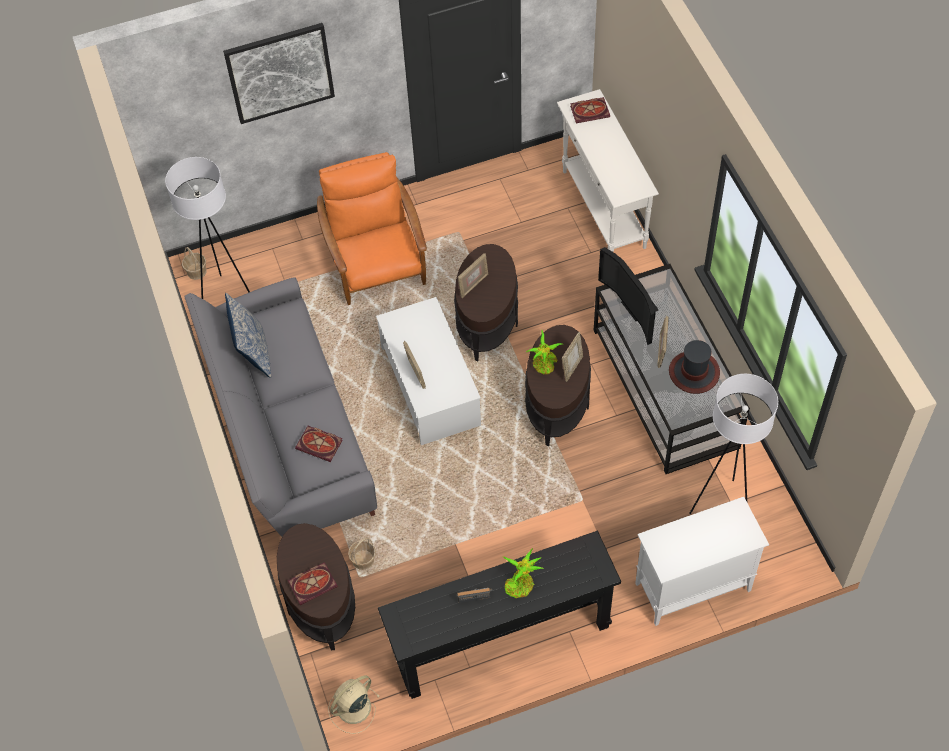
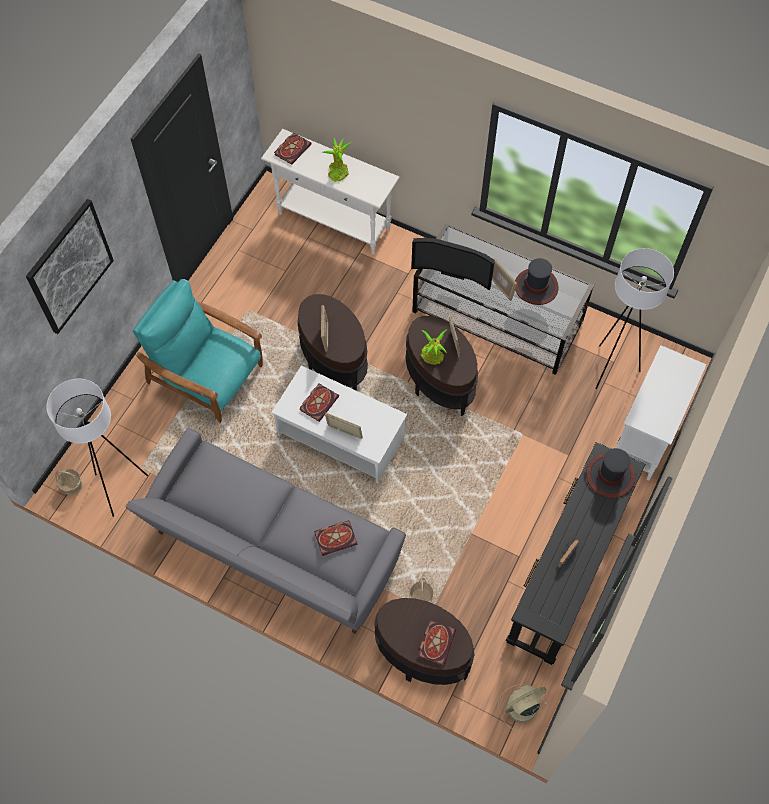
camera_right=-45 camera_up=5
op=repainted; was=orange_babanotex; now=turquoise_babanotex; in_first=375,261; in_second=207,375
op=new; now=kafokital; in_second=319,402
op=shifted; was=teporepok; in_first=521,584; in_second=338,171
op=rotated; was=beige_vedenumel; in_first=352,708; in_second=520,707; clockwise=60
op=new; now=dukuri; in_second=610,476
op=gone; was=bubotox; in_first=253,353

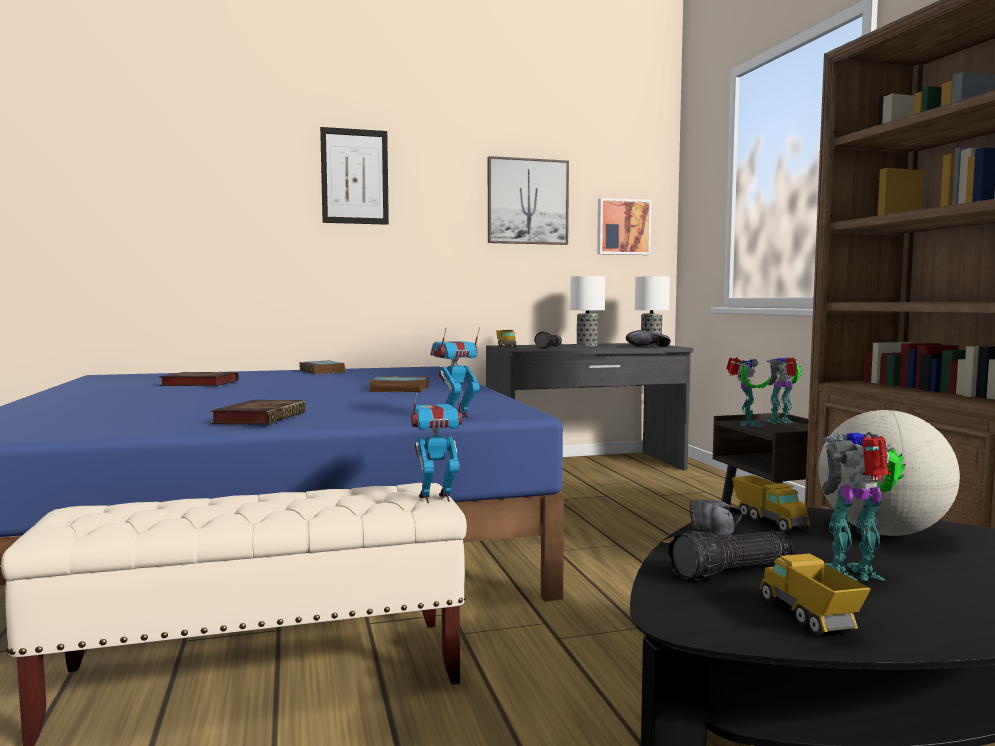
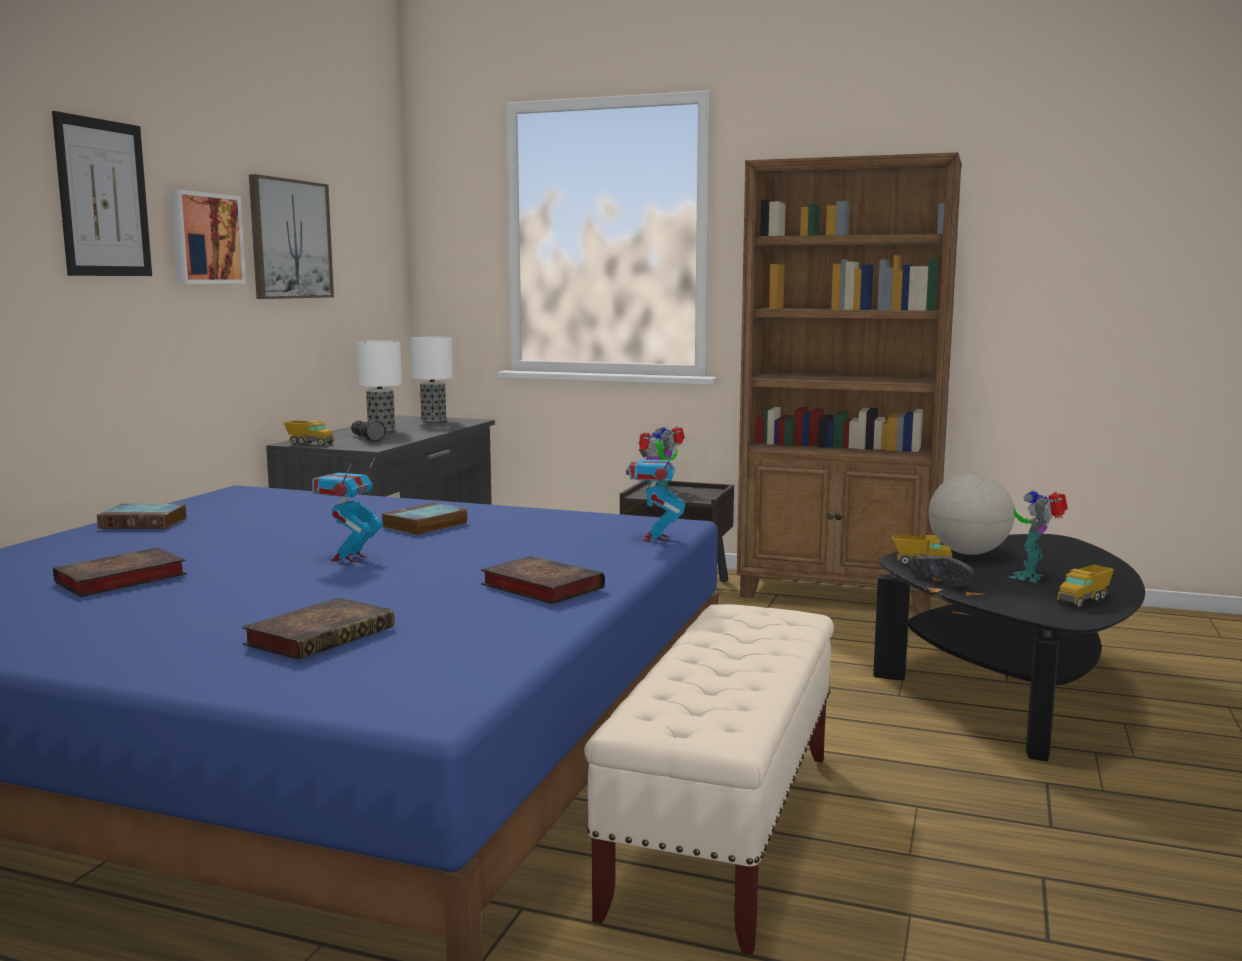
camera_right=-55 camera_up=5
op=shifted; was=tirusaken; in_first=622,227; in_second=204,238
op=new; now=kafokital; in_second=322,635
op=shifted; was=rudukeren; in_first=435,498; in_second=349,558
op=rotated; was=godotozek; in_first=809,618; in_second=1083,600; clockwise=-60
op=gone; was=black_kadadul; in_first=649,347
op=gone; was=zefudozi; in_first=733,572

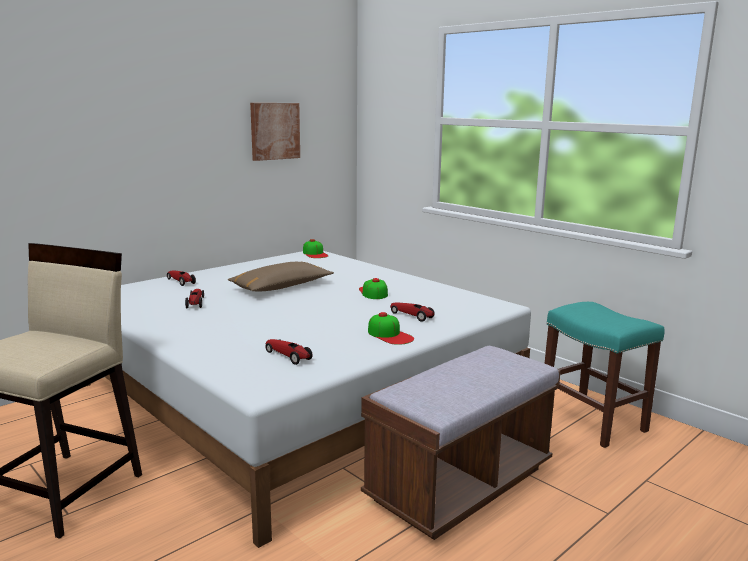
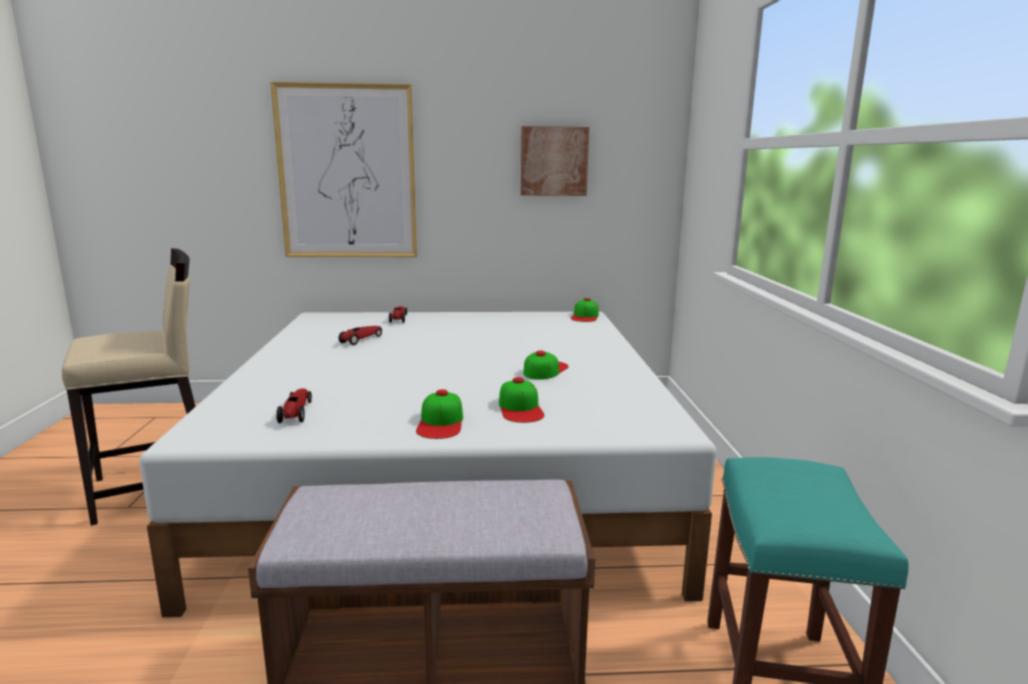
camera_right=40 camera_up=0
op=new; now=tirusaken; in_second=347,172
op=swapped; was=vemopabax; now=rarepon; in_first=412,316; in_second=520,408
op=gone; was=brown_bubotox; in_first=281,287

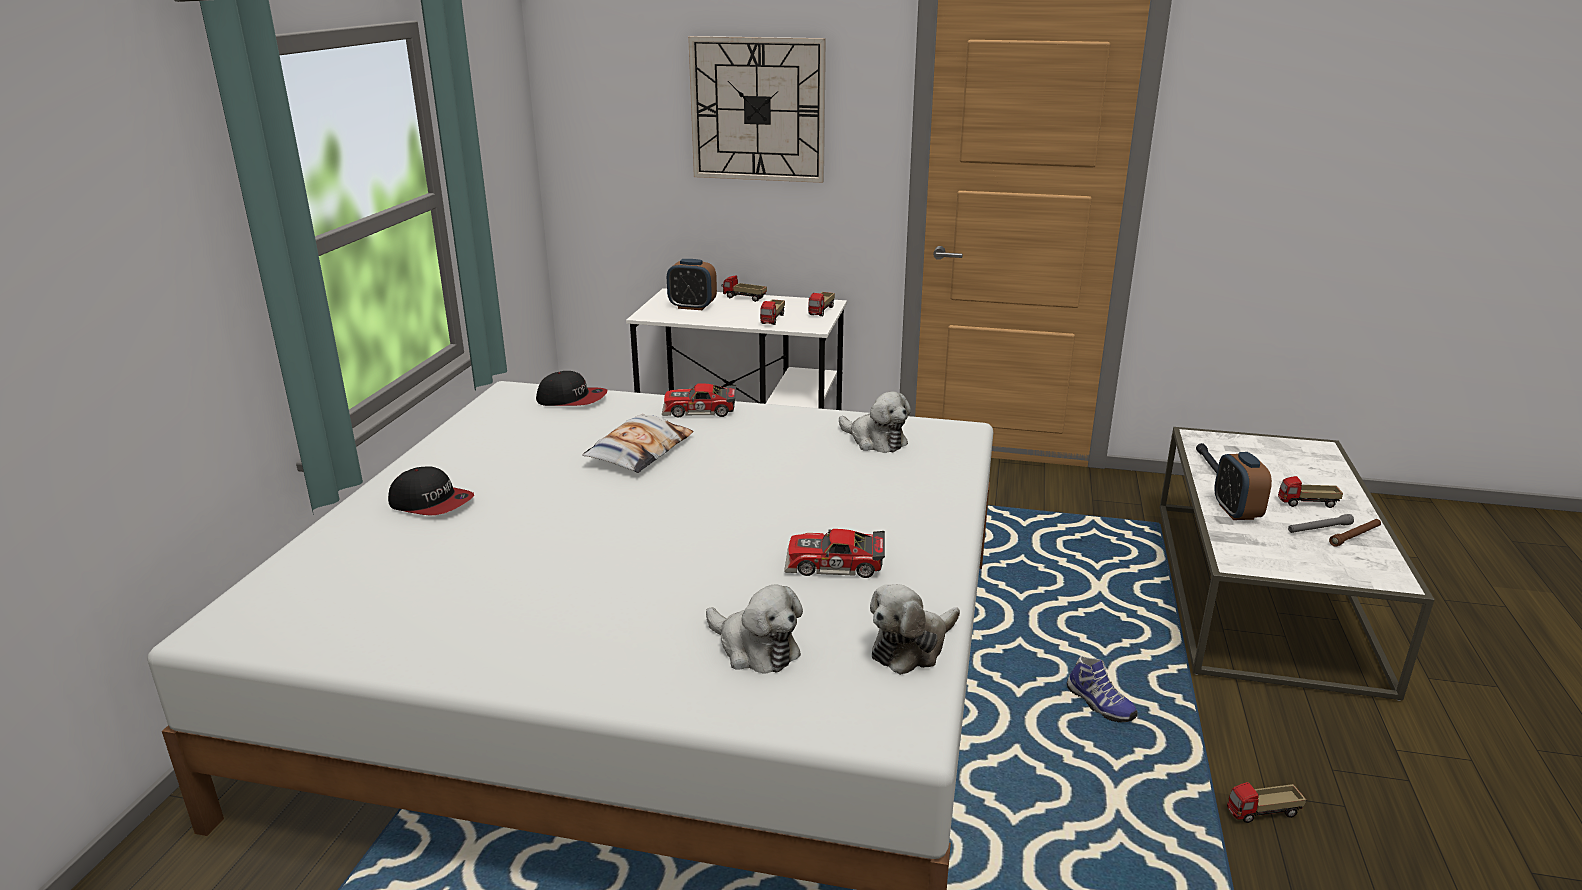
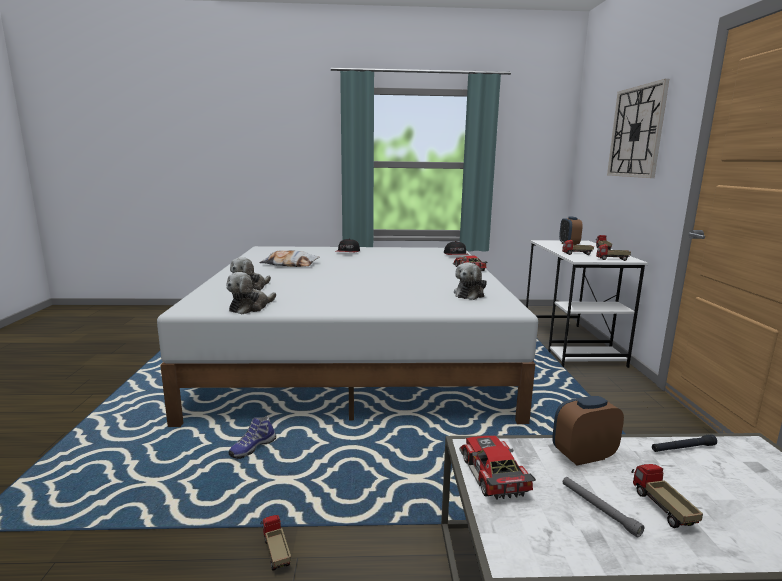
camera_right=75 camera_up=-10
op=rotated; was=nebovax; in_first=911,647; in_second=250,307; clockwise=-90
op=shifted; was=kadadul; in_first=1098,704; in_second=252,447
op=shifted; was=bubotox; in_first=639,451; in_second=290,264
op=shifted; was=vemopabax; in_first=834,565; in_second=490,474
op=gone; was=brown_zefudozi; in_first=1355,536

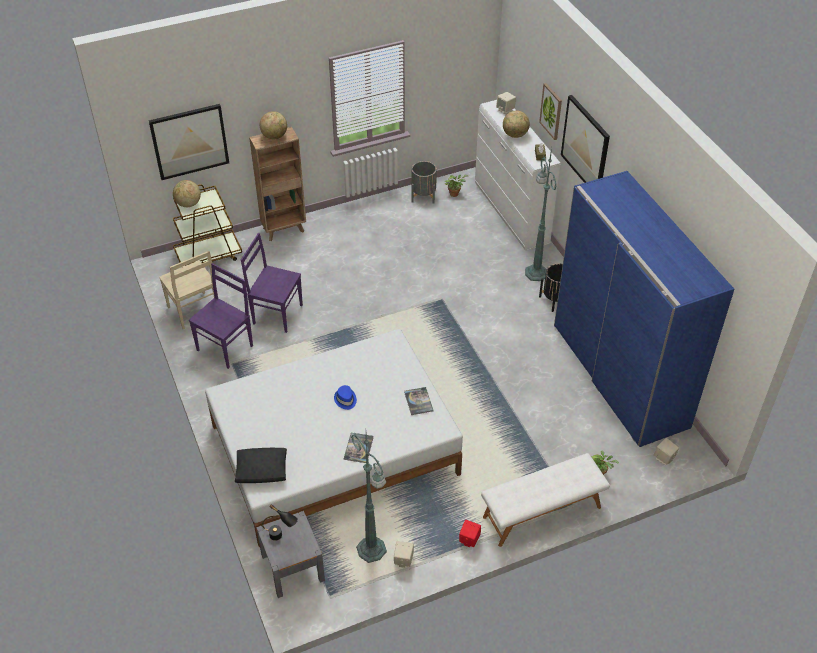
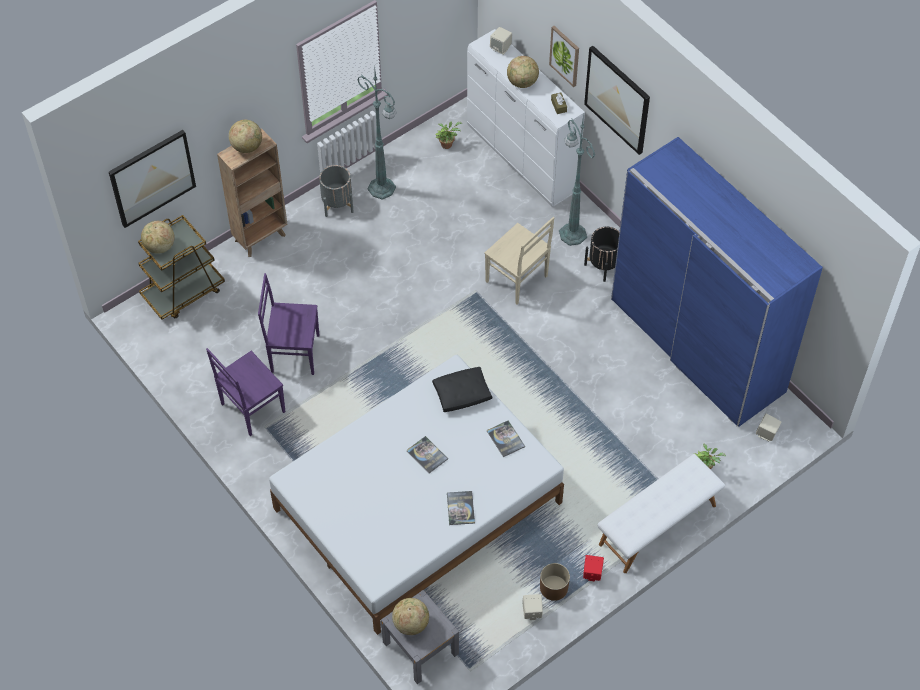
camera_right=-15 camera_up=10
op=rotated; was=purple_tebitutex; in_first=226,347; in_second=251,409; clockwise=-150
op=shifted; was=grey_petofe; in_first=423,195; in_second=337,203
op=shifted; was=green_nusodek; in_first=372,551; in_second=382,189
op=swapped; was=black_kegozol; now=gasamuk; in_first=281,537; in_second=411,623
op=swapped; was=blue_dukuri; now=kafokital; in_first=345,400; in_second=427,455
op=shifted; was=black_bubotox; in_first=261,470; in_second=461,394
op=shifted; was=beige_tebitutex; in_first=194,311; in_second=518,280
op=new; now=brown_petofe; in_second=554,588

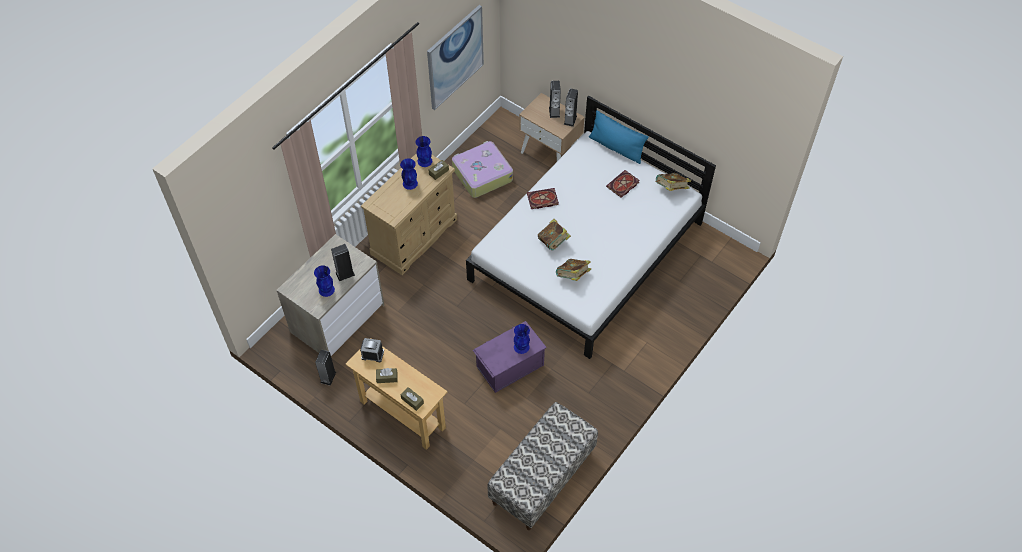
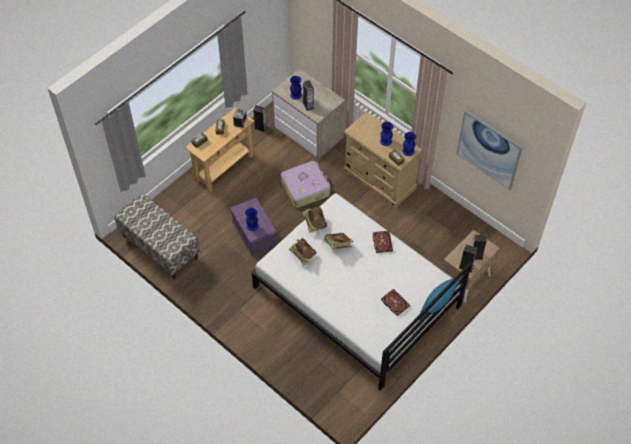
camera_right=95 camera_up=0
op=shifted; was=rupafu; in_first=481,174; in_second=305,188
op=shifted; was=kafokital; in_first=671,189; in_second=314,224

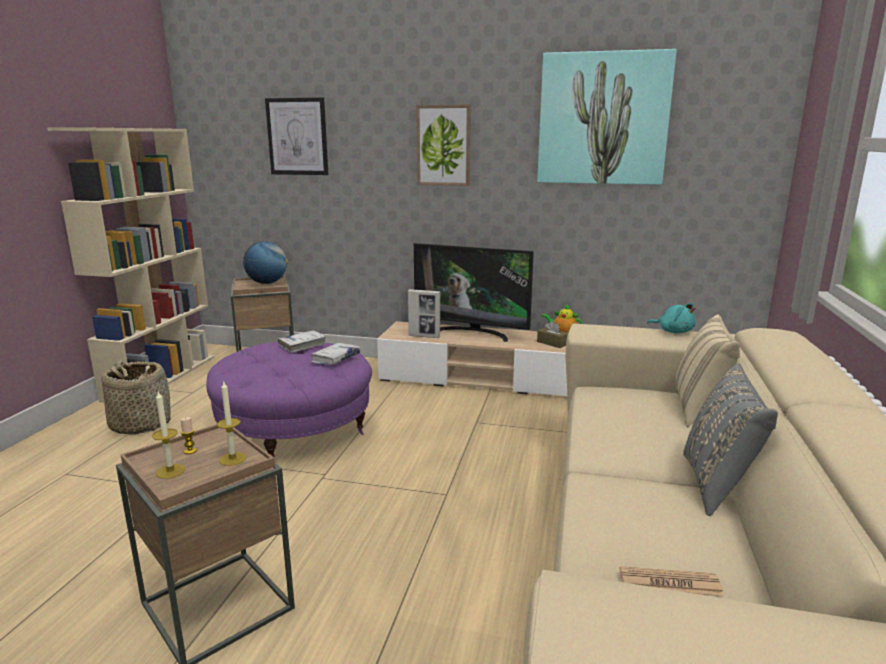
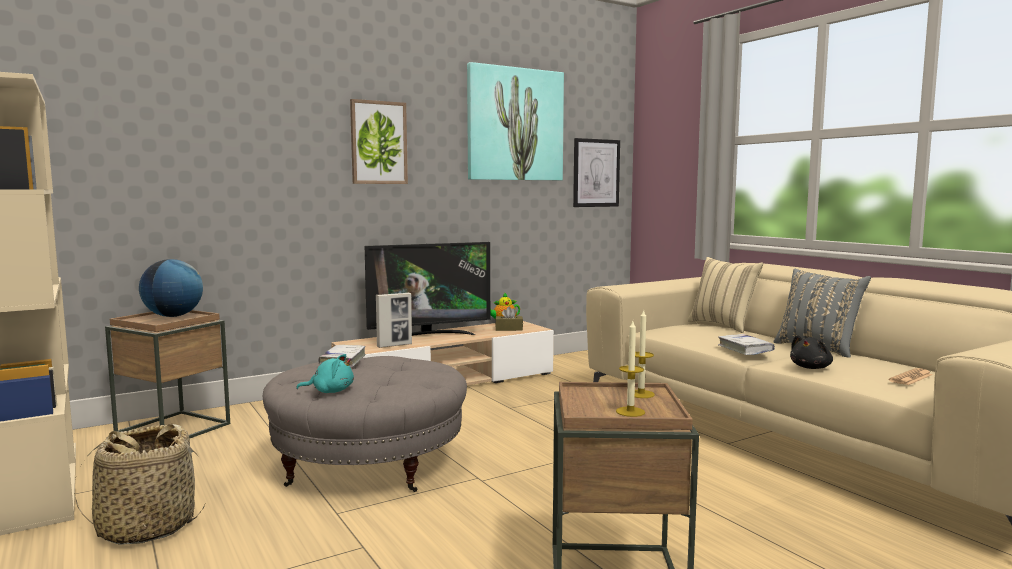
camera_right=-45 camera_up=-10
op=repainted; was=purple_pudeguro; now=grey_pudeguro; in_first=295,431; in_second=369,464
op=shifted; was=turquoise_nebovax; in_first=673,331; in_second=330,391
op=shifted; was=tirusaken; in_first=297,136; in_second=596,173
op=shifted; was=white_kafokital; in_first=336,359; in_second=745,350
op=new; now=black_nebovax; in_second=811,368
op=gone; was=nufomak; in_first=190,451

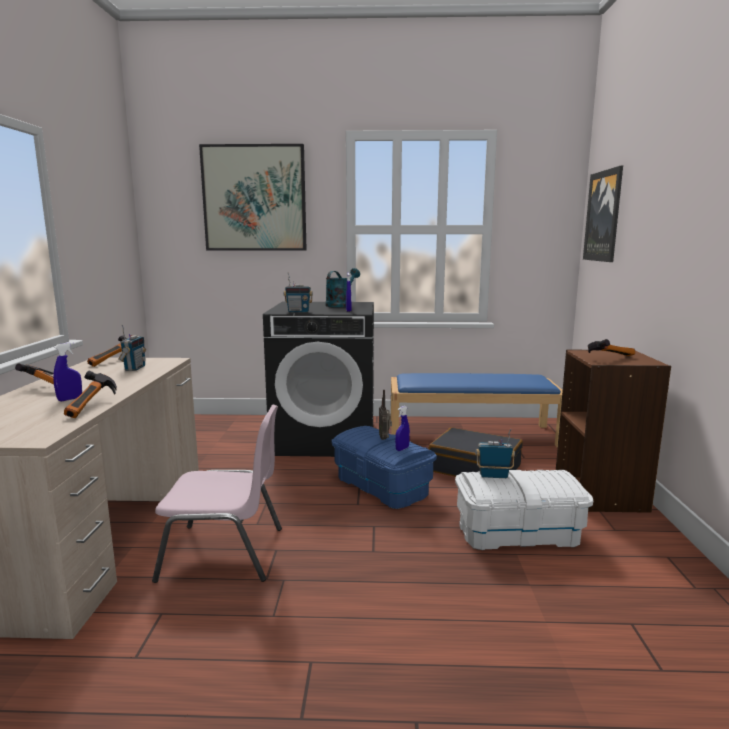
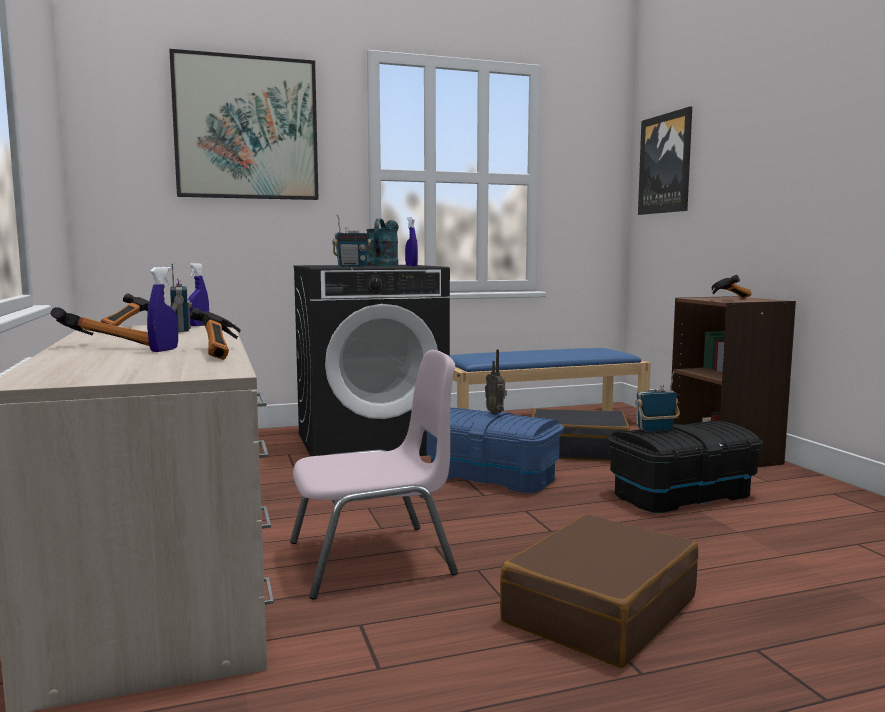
camera_right=-20 camera_up=-5
op=shifted; was=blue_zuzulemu; in_first=402,449; in_second=199,325
op=new; now=brown_rupafu; in_second=599,610
op=repainted; was=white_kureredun; now=black_kureredun; in_first=518,533; in_second=682,495

